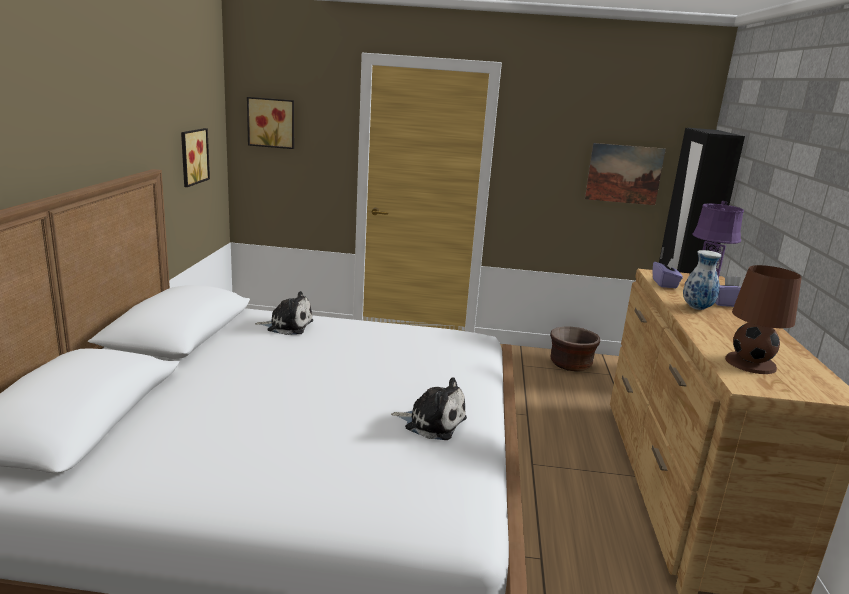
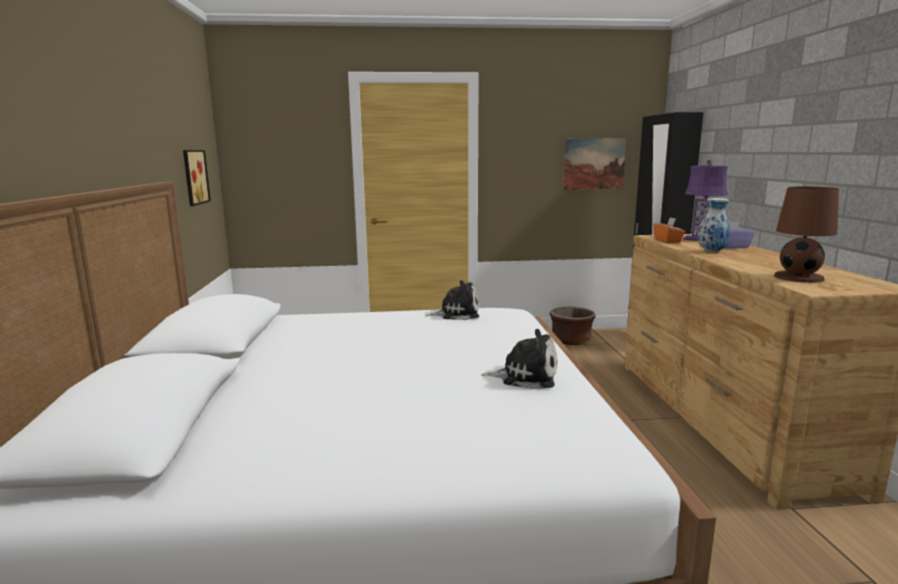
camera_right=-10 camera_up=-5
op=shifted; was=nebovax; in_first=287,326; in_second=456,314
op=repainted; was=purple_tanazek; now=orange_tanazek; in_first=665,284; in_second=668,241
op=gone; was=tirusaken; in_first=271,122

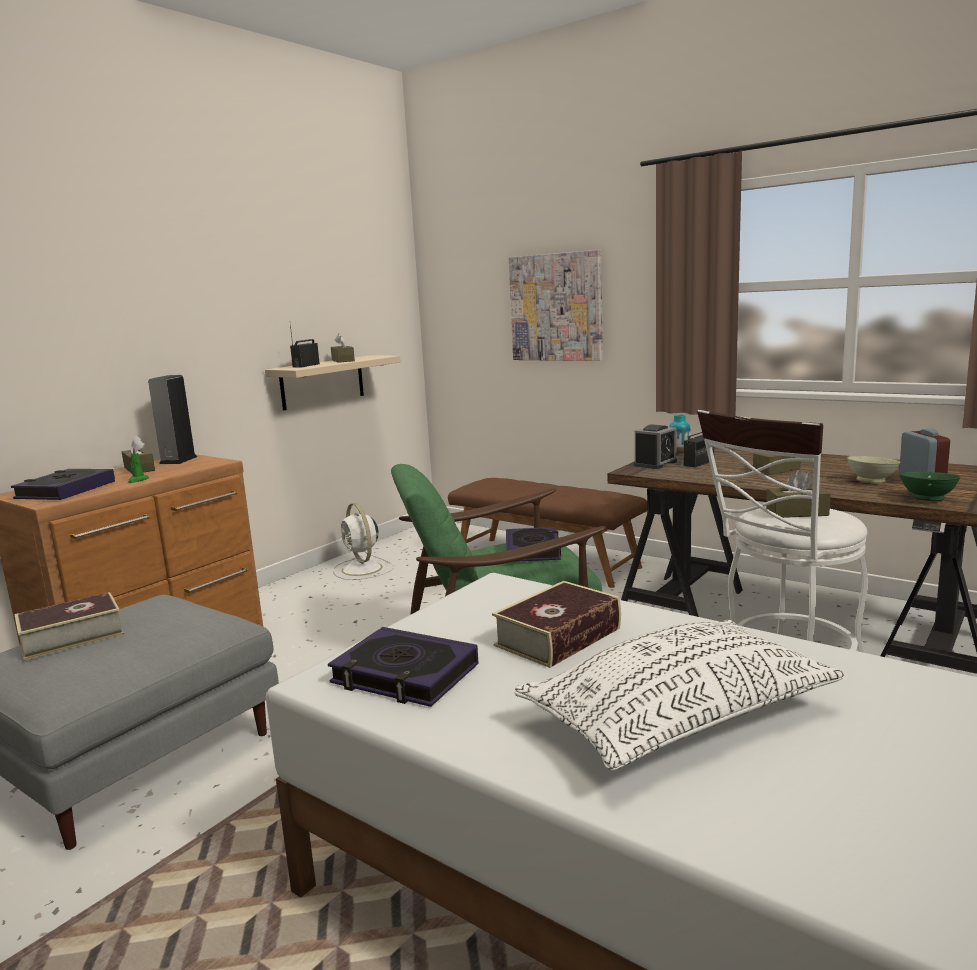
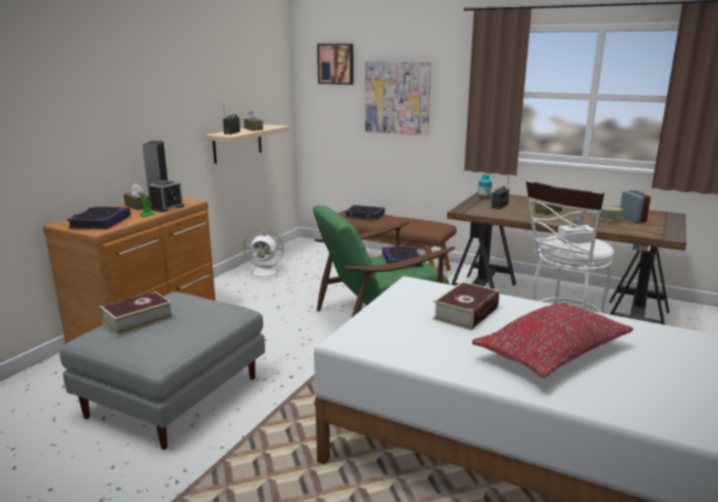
camera_right=-10 camera_up=5
op=shifted; was=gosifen; in_first=655,463; in_second=167,208
op=rotated; was=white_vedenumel; in_first=362,569; in_second=266,272; clockwise=-45
op=new; now=tirusaken; in_second=336,64
op=shifted; was=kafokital; in_first=405,675; in_second=365,215
op=repainted; was=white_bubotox; now=red_bubotox; in_first=678,717; in_second=552,353
op=repainted; was=brown_tanazek; now=white_tanazek; in_first=797,513; in_second=575,240
op=gone; was=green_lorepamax; in_first=928,499

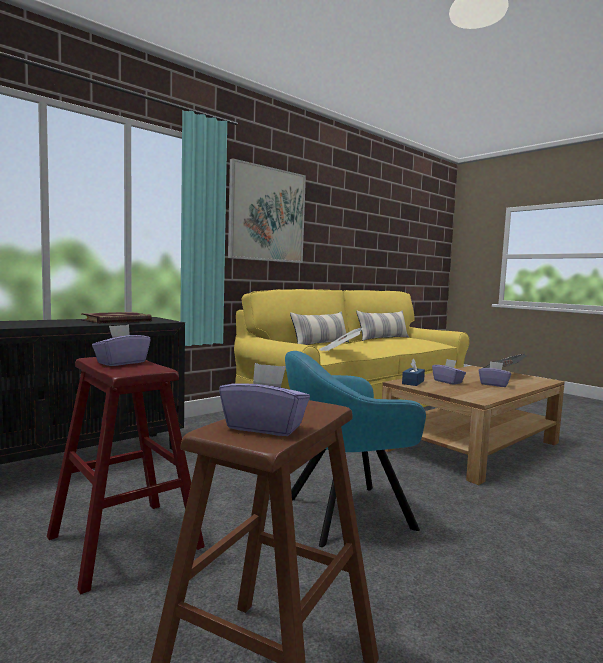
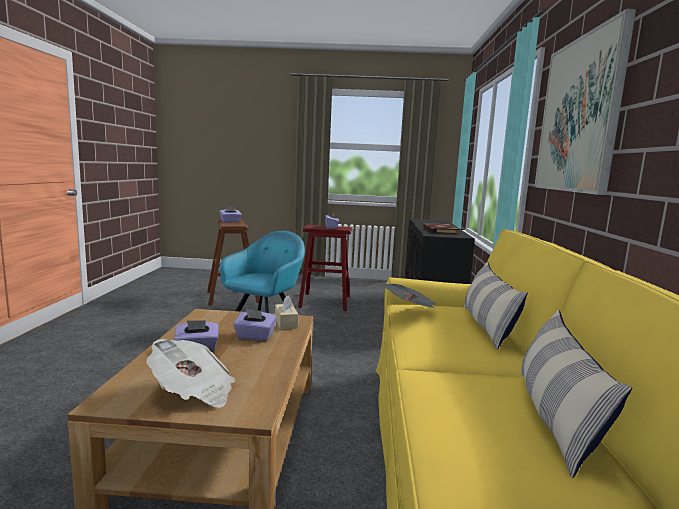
camera_right=135 camera_up=5
op=repainted; was=blue_tanazek; now=beige_tanazek; in_first=413,382; in_second=286,323

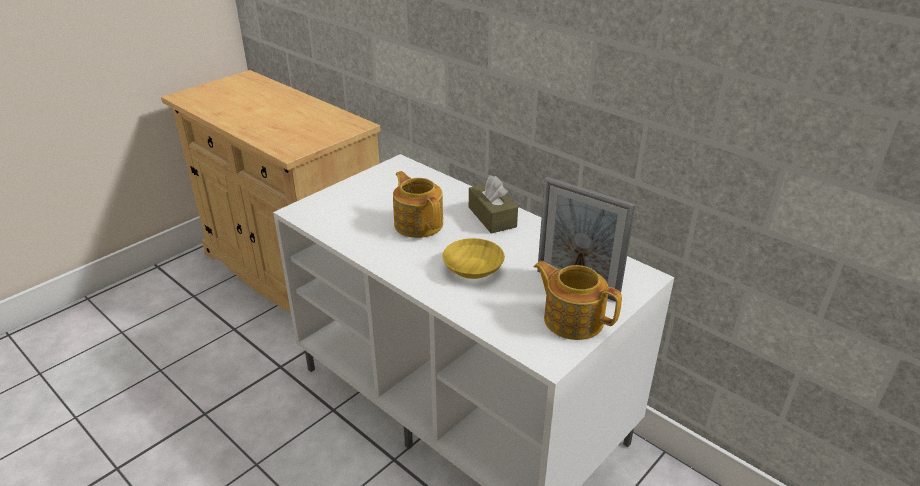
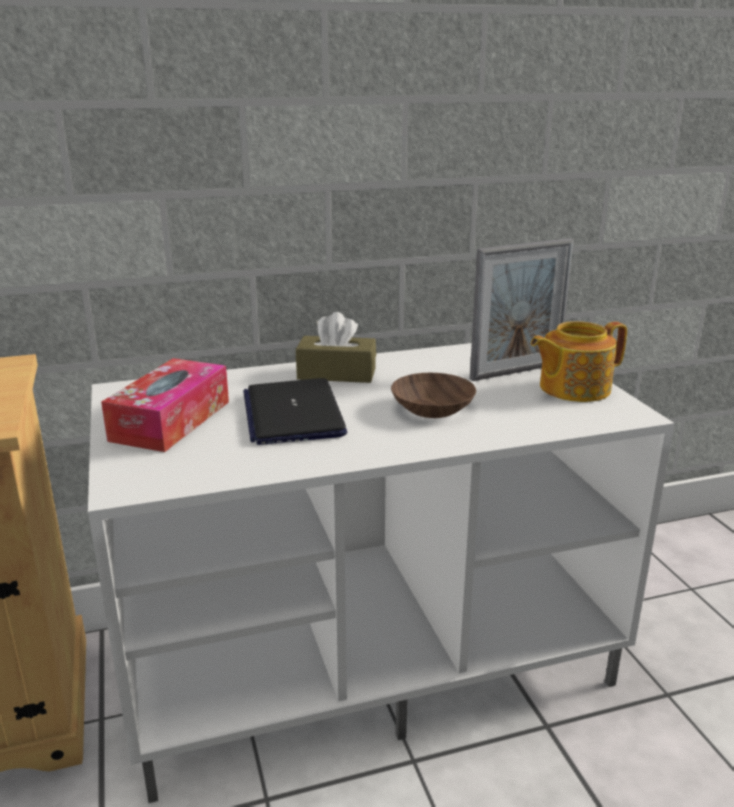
camera_right=-60 camera_up=-10
op=new; now=tanazek; in_second=171,420
op=swapped; was=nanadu; now=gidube; in_first=418,223; in_second=292,413
op=repainted; was=yellow_lorepamax; now=brown_lorepamax; in_first=472,269; in_second=434,409

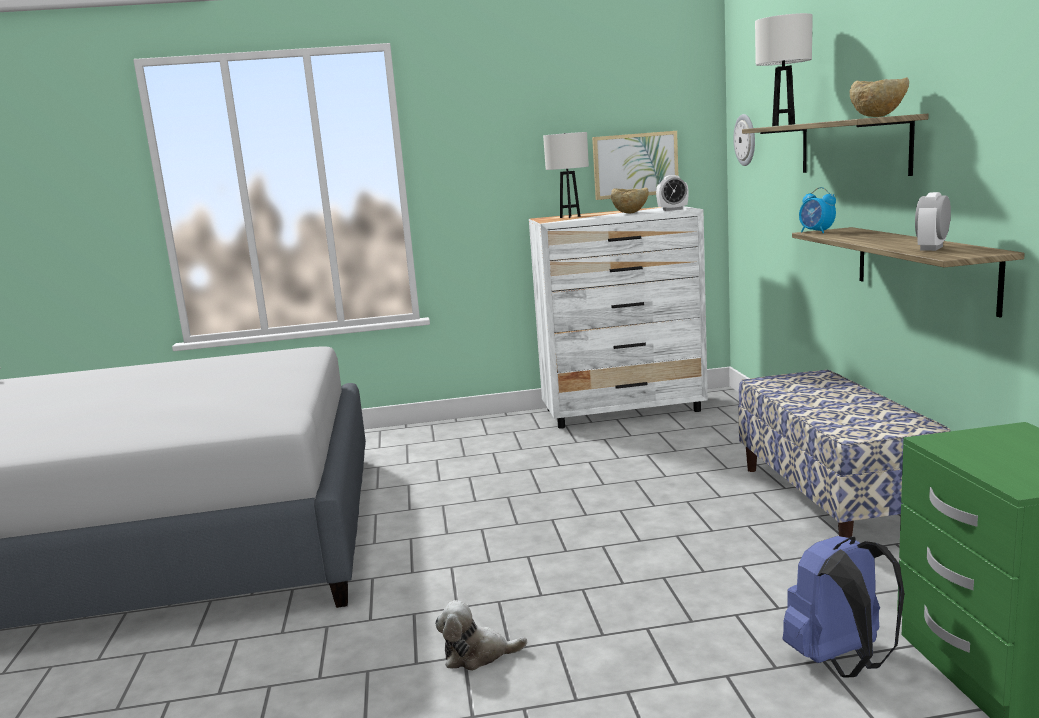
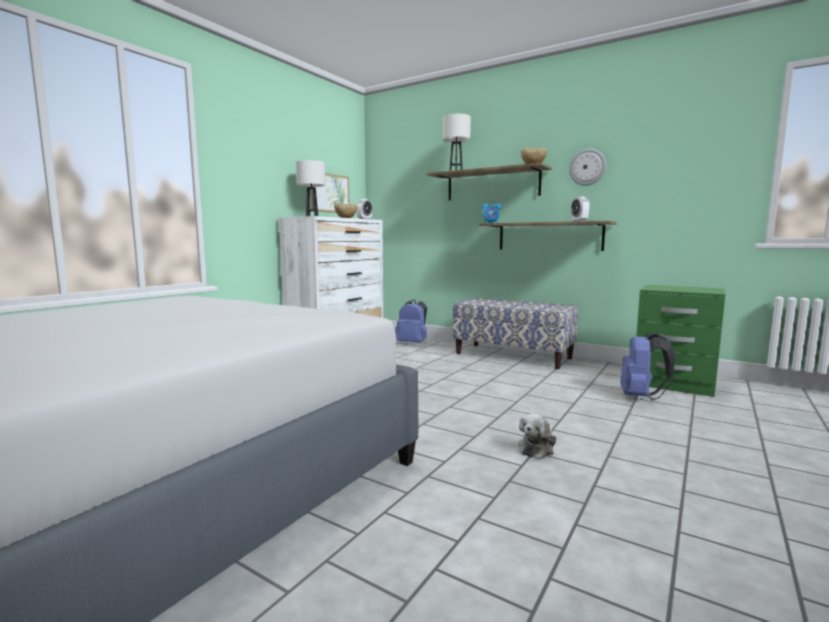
camera_right=-50 camera_up=-5
op=new; now=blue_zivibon; in_second=412,343
op=shifted; was=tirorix; in_first=745,140; in_second=587,167

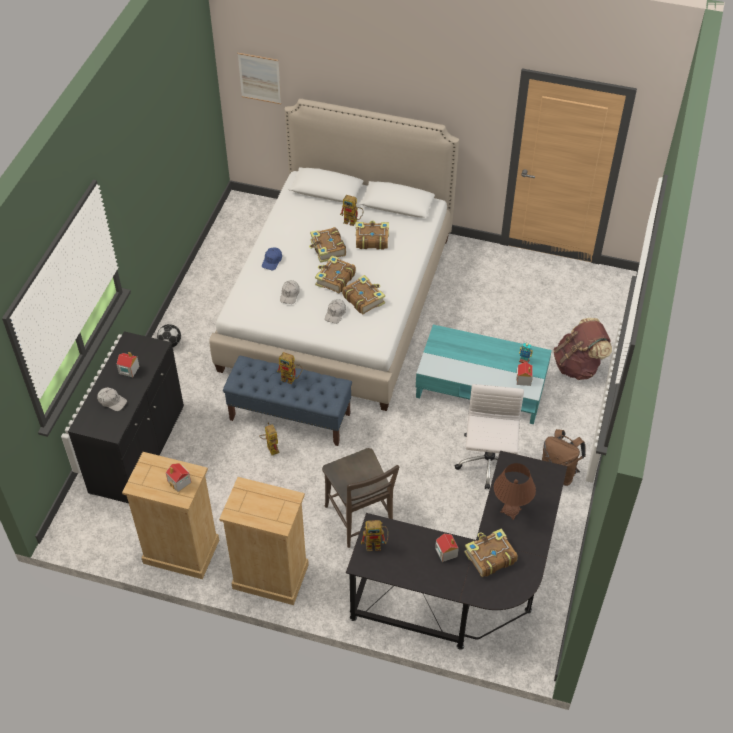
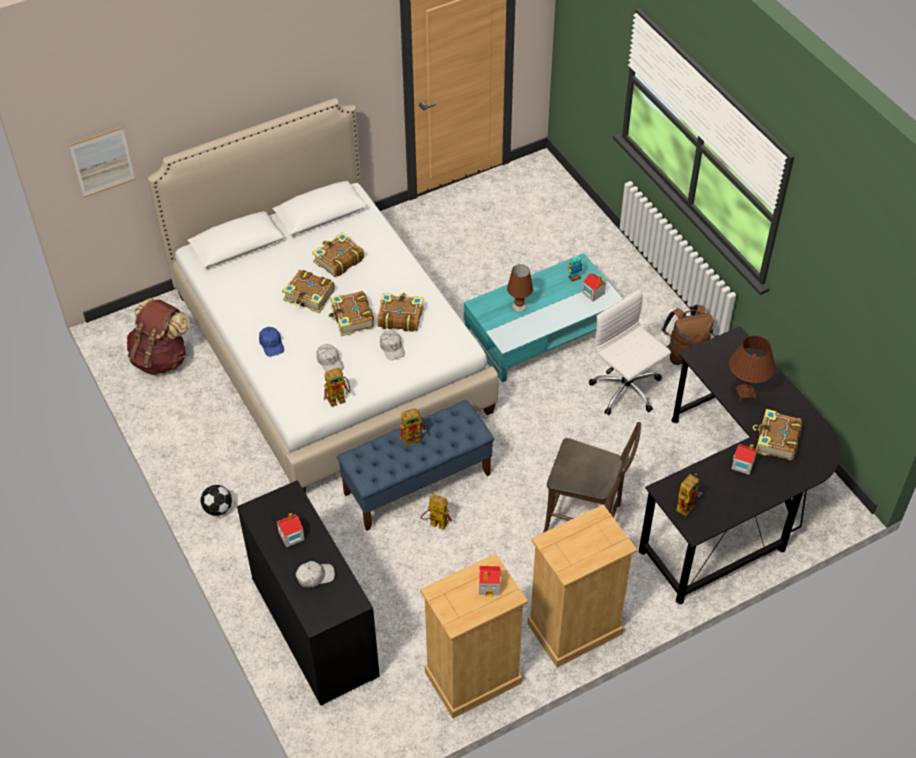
camera_right=-45 camera_up=0
op=shifted; was=brown_zivibon; in_first=578,366; in_second=161,358
op=shifted; was=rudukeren; in_first=353,221; in_second=339,398
op=new; now=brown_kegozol; in_second=519,306

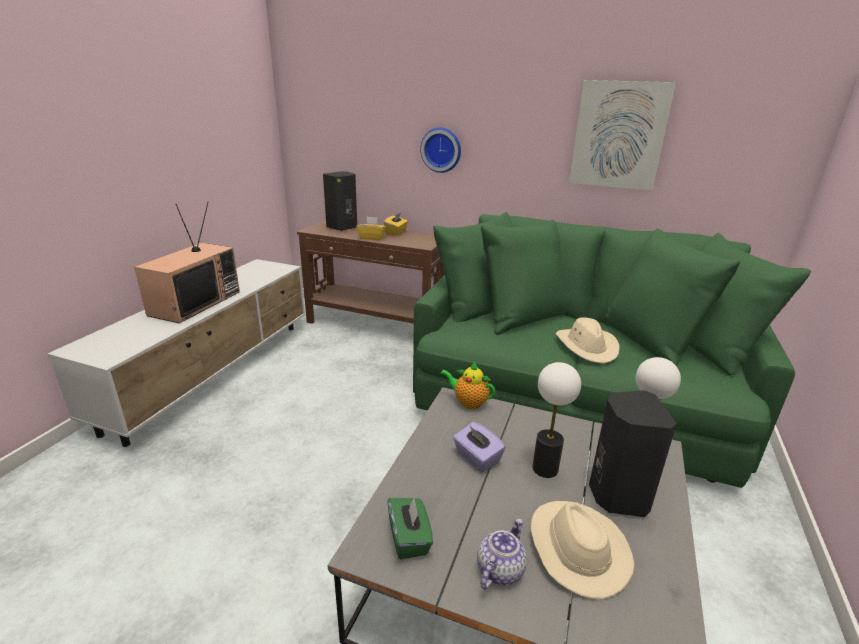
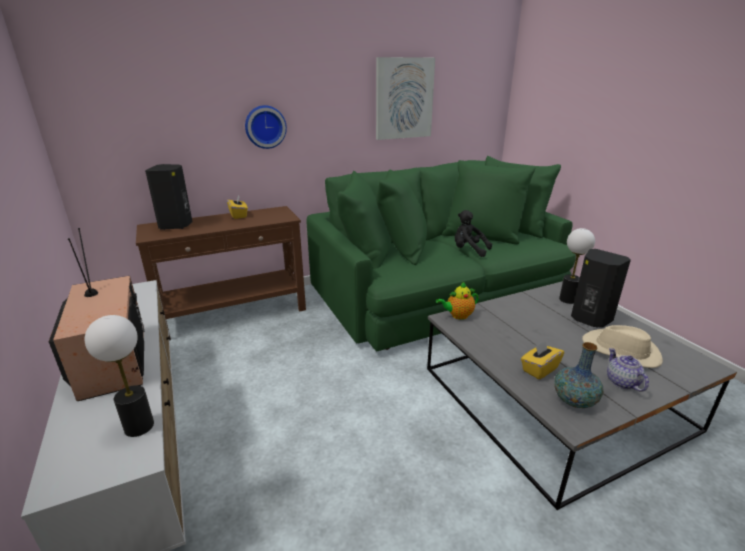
camera_right=-45 camera_up=0
op=shifted; was=kegozol; in_first=545,468; in_second=139,426
op=swapped; was=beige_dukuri; now=black_nebovax; in_first=587,346; in_second=468,250
op=shifted; was=yellow_tanazek; in_first=372,238; in_second=539,369
op=swapped; was=green_tanazek; now=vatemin; in_first=409,539; in_second=574,401
op=gone; was=purple_tanazek; in_first=476,458

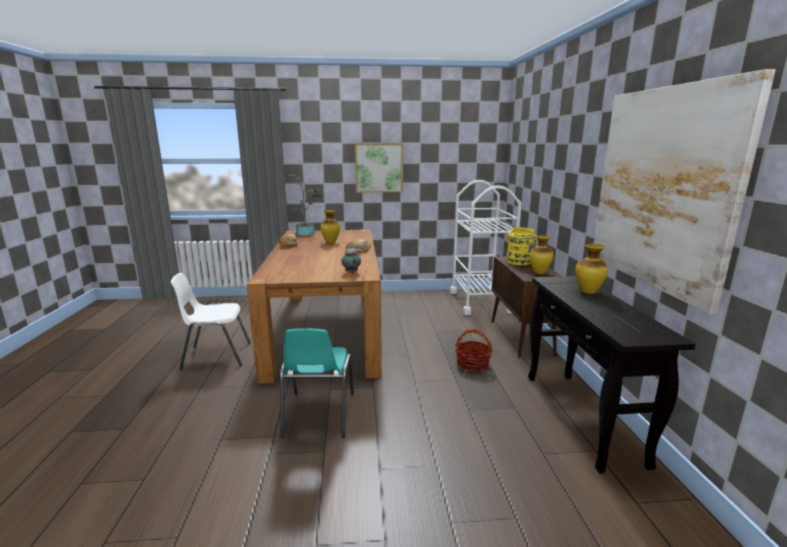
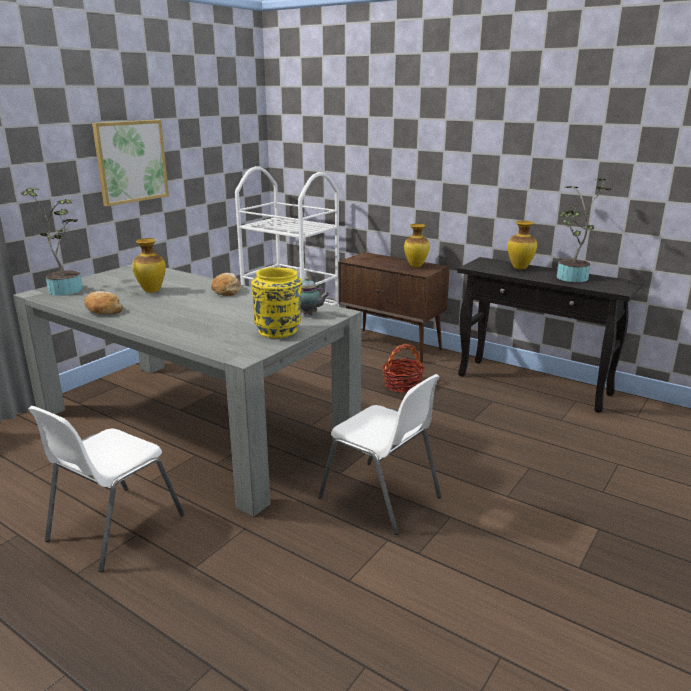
camera_right=-50 camera_up=5
op=repainted; was=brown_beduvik; now=grey_beduvik; in_first=327,329; in_second=193,424
op=shifted; was=yellow_vatemin; in_first=519,263; in_second=279,331
op=repainted; was=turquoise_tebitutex; now=white_tebitutex; in_first=318,415; in_second=381,498
op=new; now=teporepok; in_second=570,278
op=gone; was=tirusaken; in_first=661,188

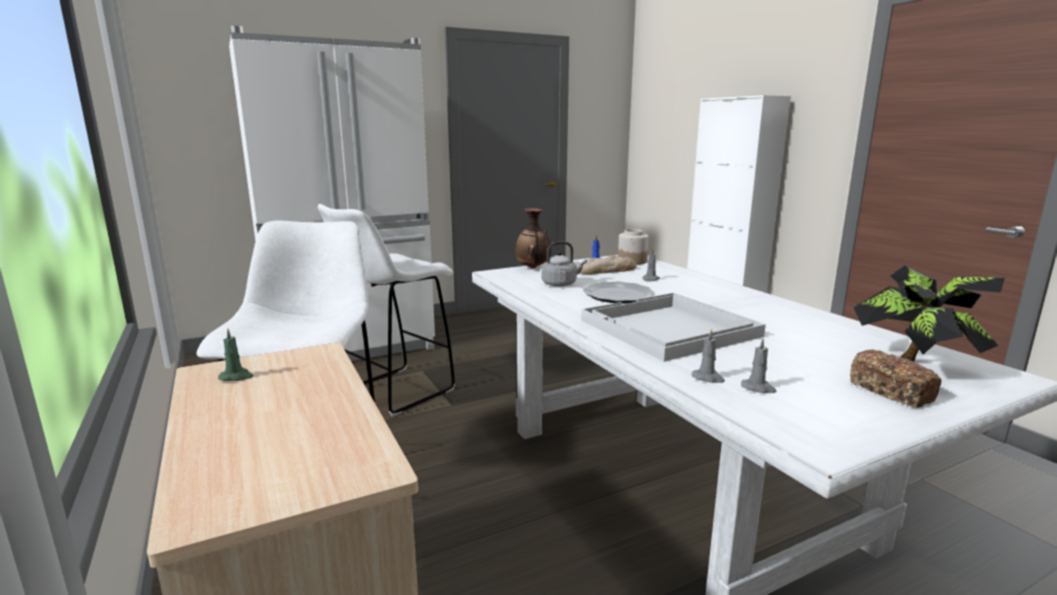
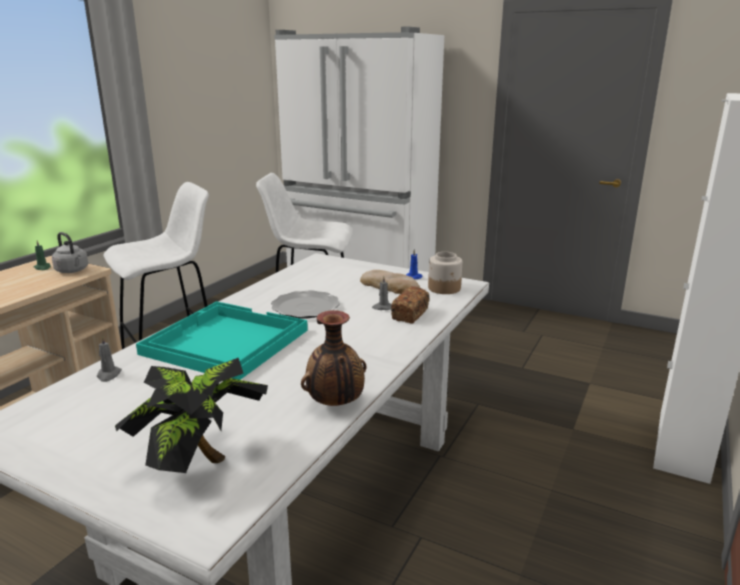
camera_right=55 camera_up=5
op=shifted; was=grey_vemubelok; in_first=561,284; in_second=73,271
op=repainted; was=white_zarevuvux; now=turquoise_zarevuvux; in_first=668,328; in_second=224,342
op=shifted; was=vatemin; in_first=533,268; in_second=335,404
op=shifted; was=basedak; in_first=891,392; in_second=410,314
op=gone; was=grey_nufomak; in_first=758,388

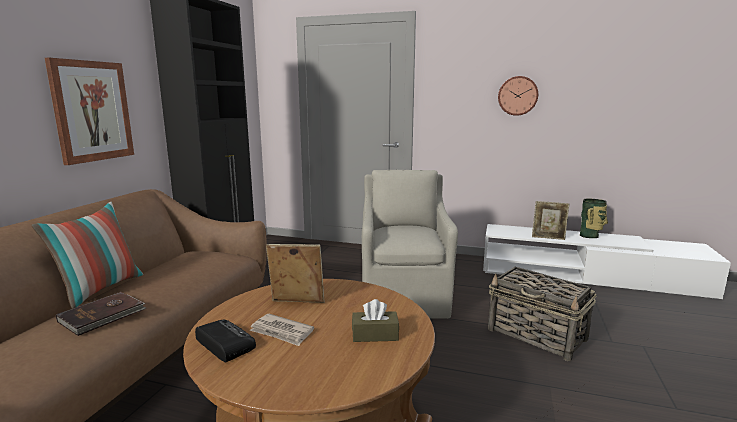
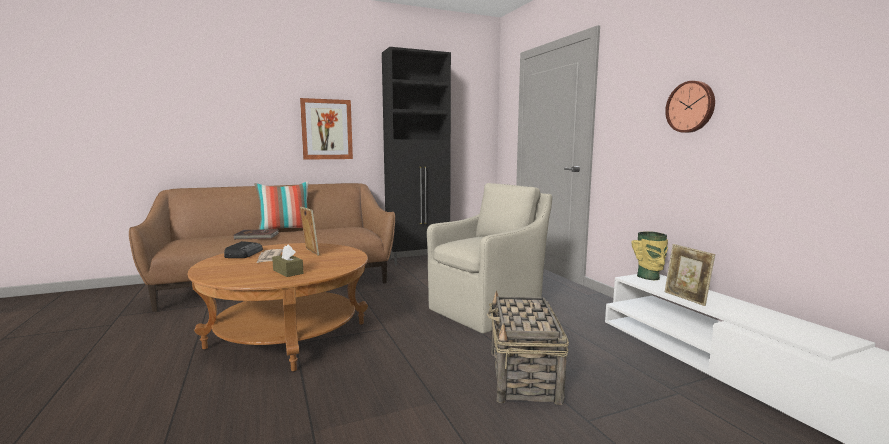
camera_right=50 camera_up=-5
op=shifted; was=vatemin; in_first=590,236; in_second=649,277

